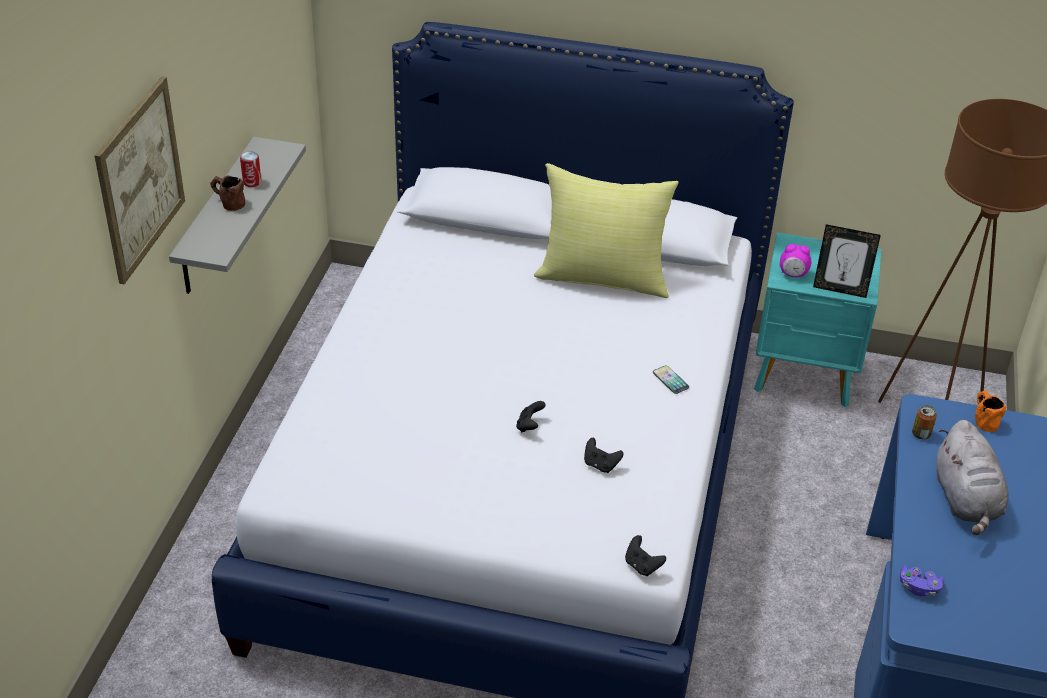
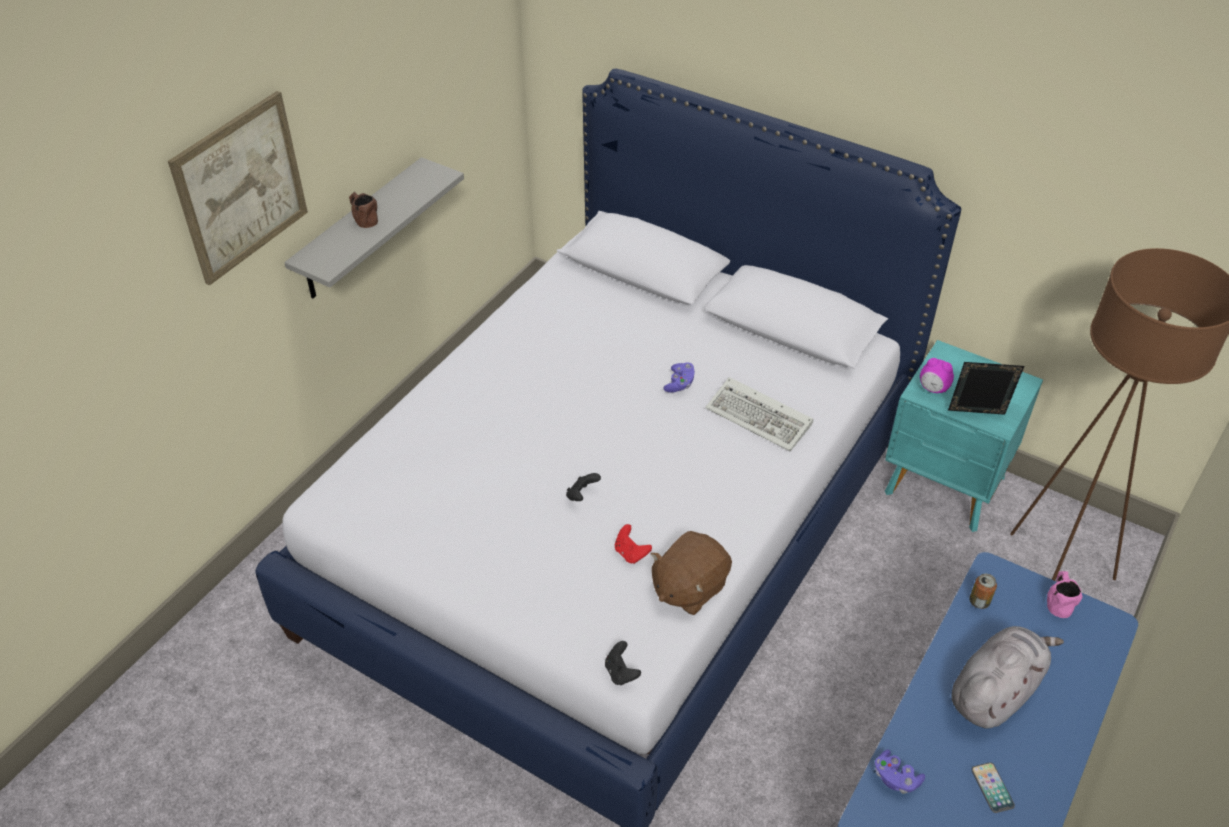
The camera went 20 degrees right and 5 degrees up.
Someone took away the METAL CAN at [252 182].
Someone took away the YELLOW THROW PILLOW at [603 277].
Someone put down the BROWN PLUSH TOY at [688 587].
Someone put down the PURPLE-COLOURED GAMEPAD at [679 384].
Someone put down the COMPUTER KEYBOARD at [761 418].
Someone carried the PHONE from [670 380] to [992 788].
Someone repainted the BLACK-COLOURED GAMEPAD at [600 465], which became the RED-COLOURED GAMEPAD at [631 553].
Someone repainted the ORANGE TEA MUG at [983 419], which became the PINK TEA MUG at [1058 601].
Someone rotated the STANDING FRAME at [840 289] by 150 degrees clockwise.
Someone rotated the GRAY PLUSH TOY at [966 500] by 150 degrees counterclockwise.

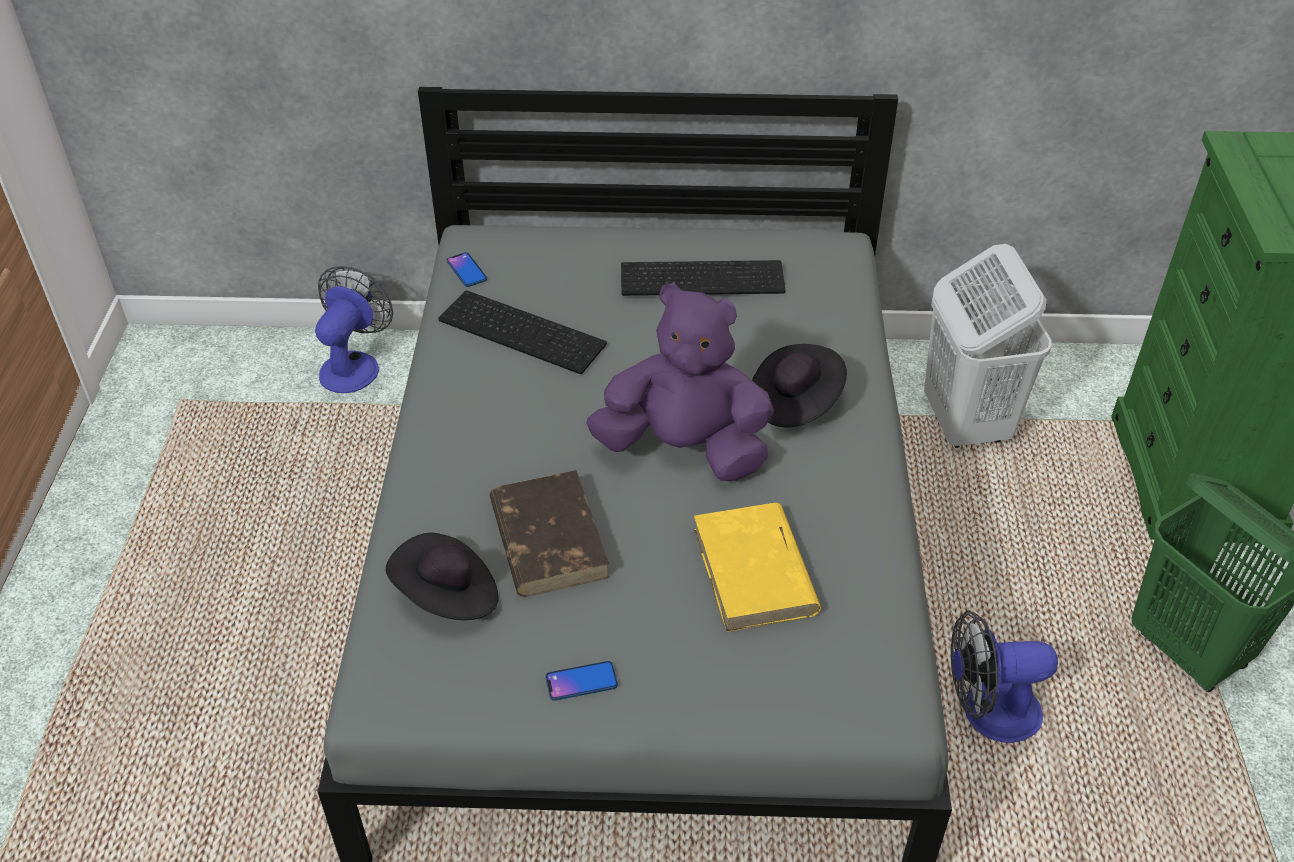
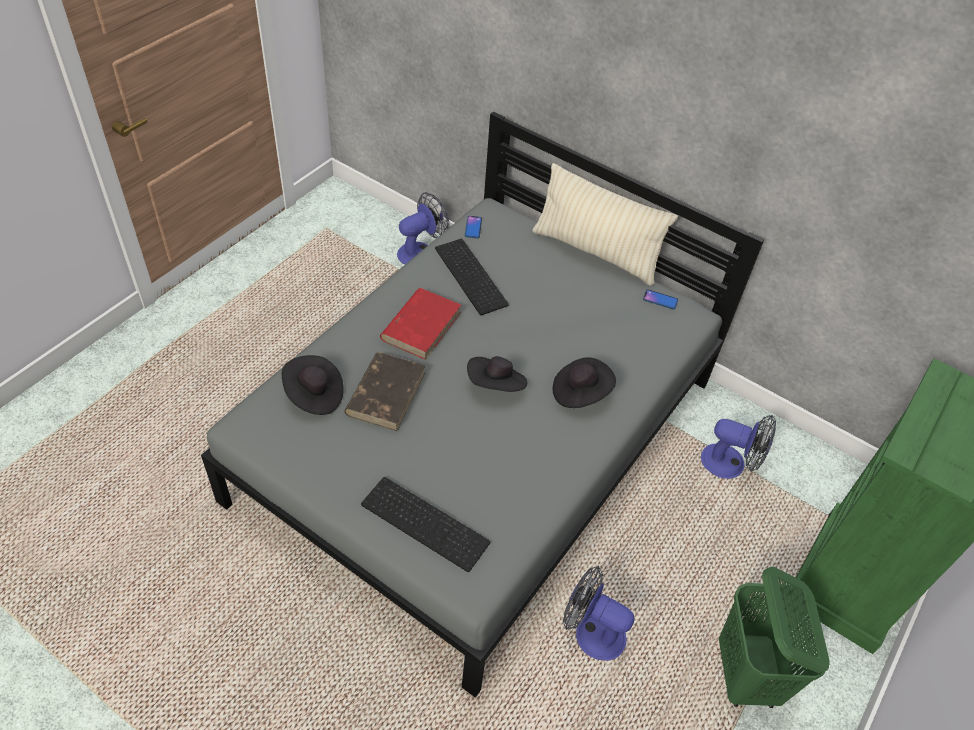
The camera went 30 degrees right and 5 degrees up.
Someone took away the YELLOW VOLUME at [755 572].
Someone put down the RED-COLOURED VOLUME at [421 325].
Someone put down the BEIGE THROW PILLOW at [595 252].
Someone carried the PHONE from [581 681] to [660 300].
Someone carried the COMPUTER KEYBOARD from [703 277] to [427 522].
Someone swapped the PURPLE-COLOURED PLUSH TOY at [684 449] for the BLACK-COLOURED HAT at [496 385].
Someone swapped the WHITE WASHING BASKET at [965 423] for the COOLING FAN at [730 464].

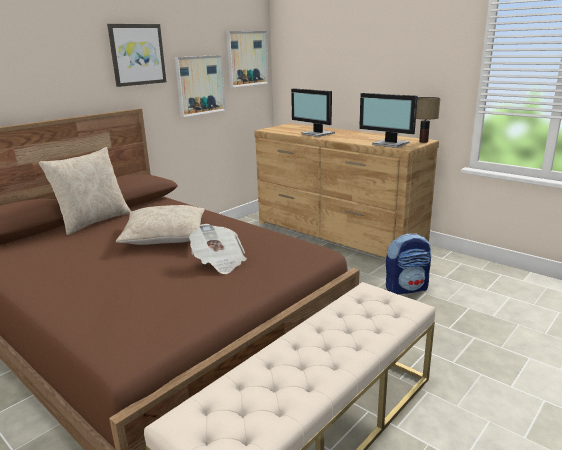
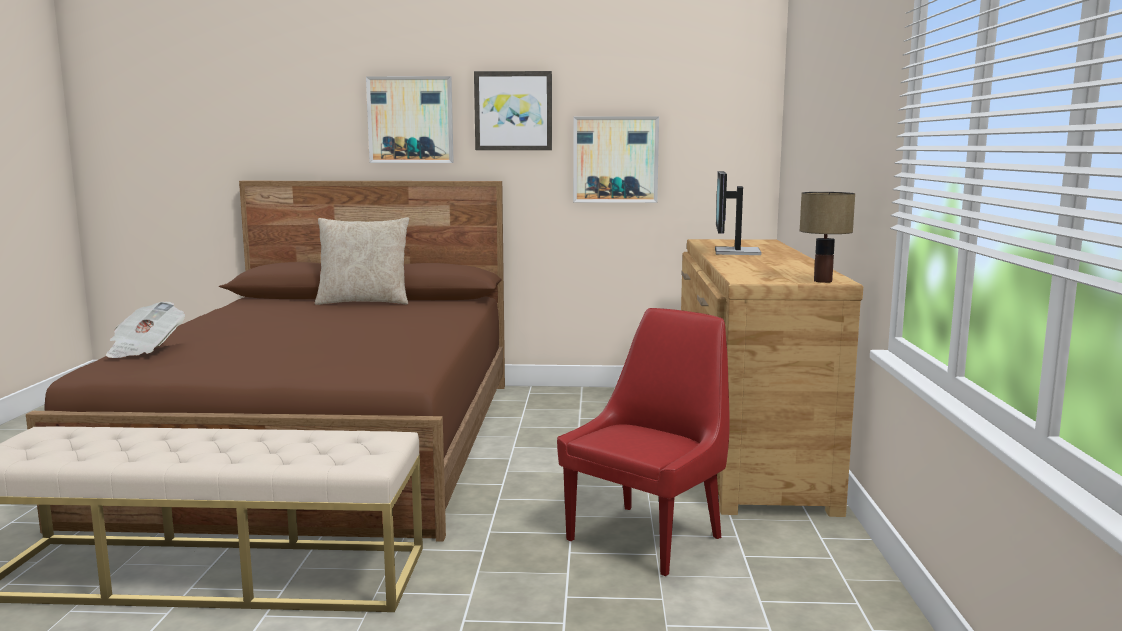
The camera went 50 degrees right and 10 degrees down.
Someone took away the BEIGE THROW PILLOW at [165 235].
Someone took away the COMPUTER DISPLAY at [390 144].
Someone carried the DAILY PAPER from [219 262] to [145 350].
Someone carried the WALL ART from [247 58] to [410 120].
Someone swapped the KNAPSACK at [406 288] for the RED-COLOURED UPRIGHT CHAIR at [648 537].

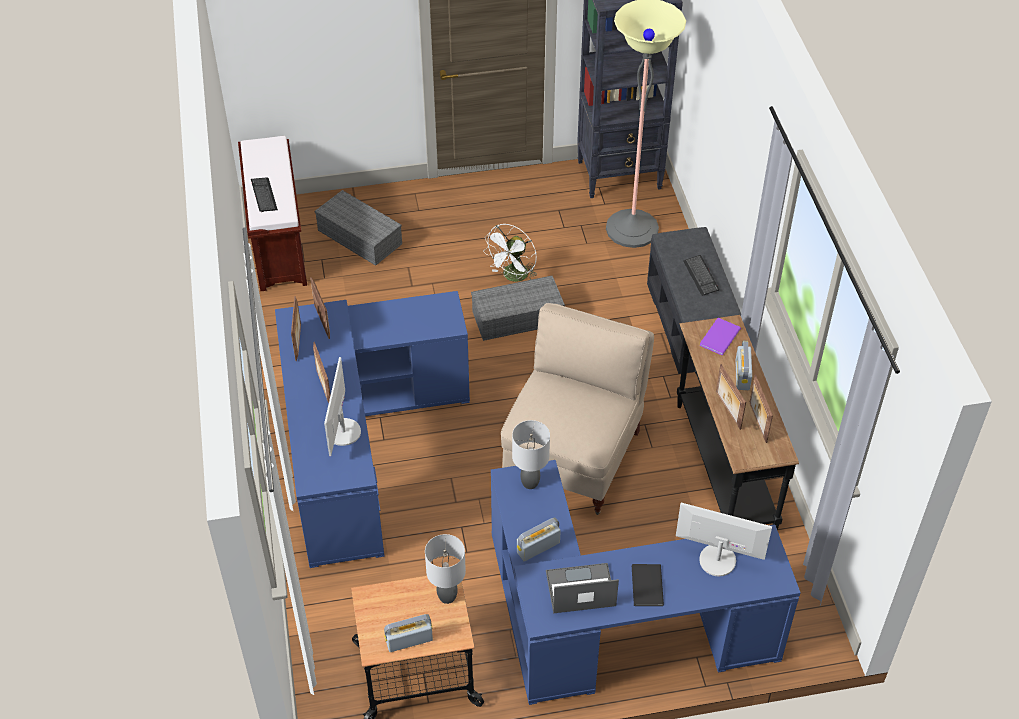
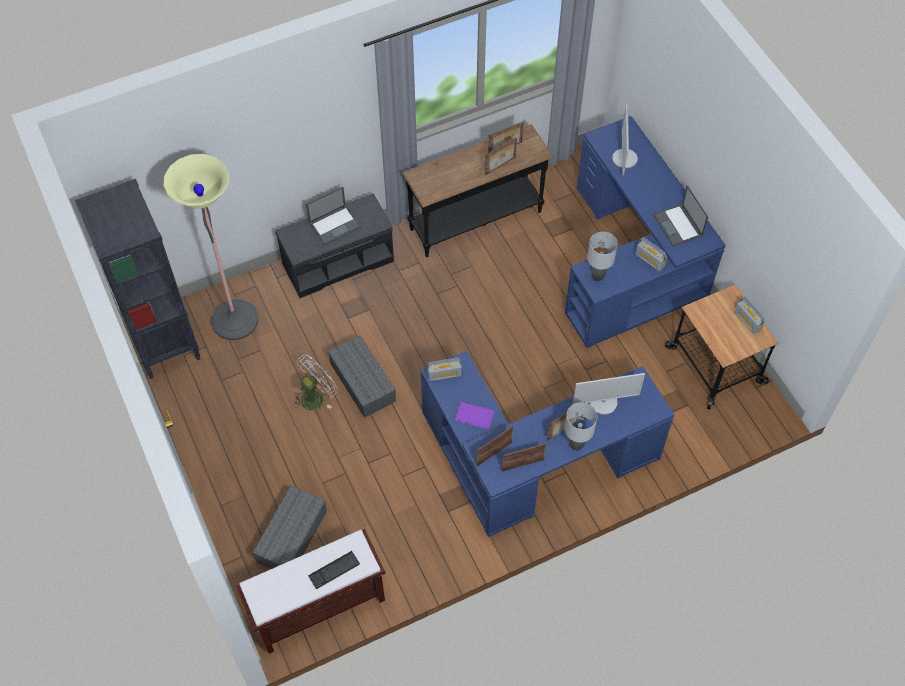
The camera went 105 degrees left and 10 degrees up.
Someone took away the BEIGE UPRIGHT CHAIR at [574 456].
Someone took away the BLACK-COLOURED VOLUME at [646 587].
Someone carried the GRAY TABLETOP LAMP from [447 597] to [576 444].
Someone carried the PURPLE-COLOURED VOLUME from [718 337] to [475 417].
Someone carried the RADIO RECEIVER from [742 375] to [444 374].
Someone swapped the COMPUTER KEYBOARD at [701 276] for the LAPTOP at [335 224].
Someone rotated the WHITE COOLING FAN at [513 277] by 60 degrees counterclockwise.

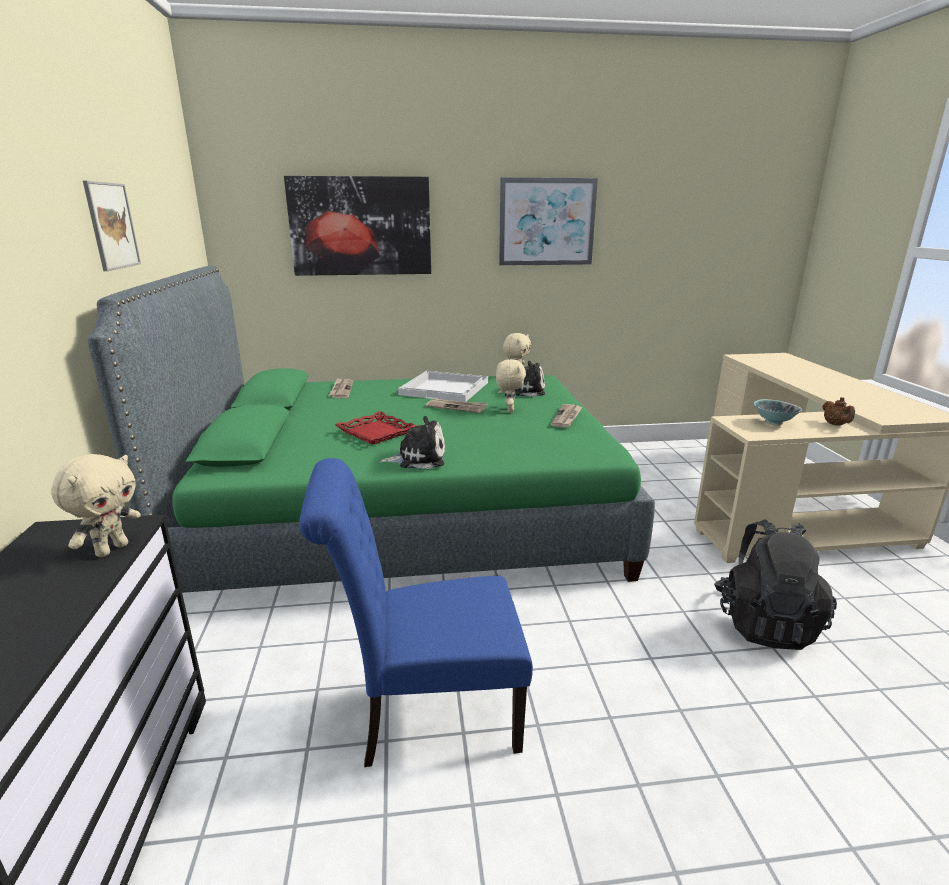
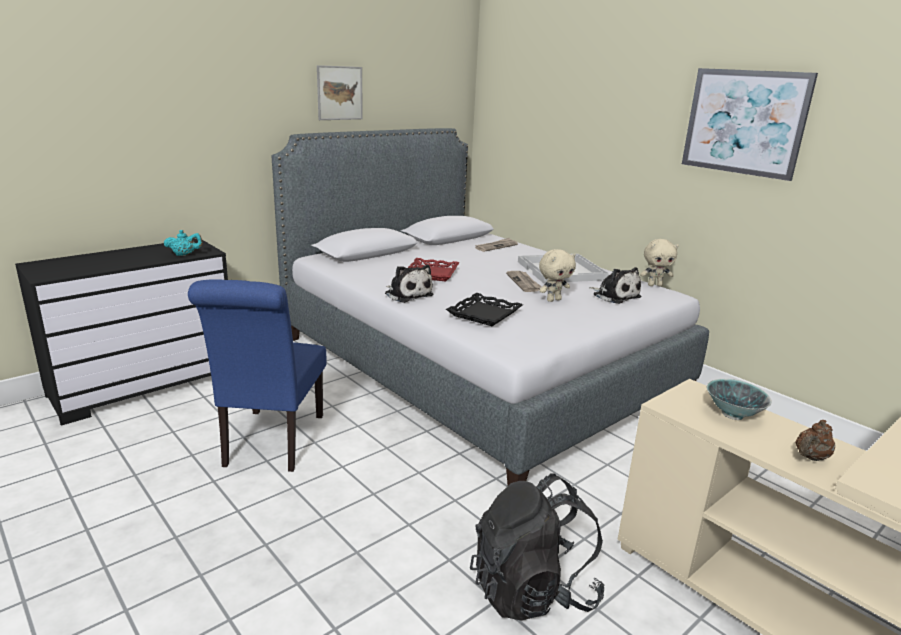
The camera went 55 degrees right and 0 degrees up.
Someone took away the WALL ART at [361 226].
Someone took away the DAILY PAPER at [567 417].
Someone put down the BLACK-COLOURED CARRYING TRAY at [485 314].
Someone swapped the BEIGE PLUSH TOY at [111 549] for the TURQUOISE POT FOR TEA at [184 255].
Someone repainted the GREEN BED at [407 517], which became the GRAY BED at [474 365].
Someone rotated the BLUE UPRIGHT CHAIR at [427 716] by 135 degrees counterclockwise.

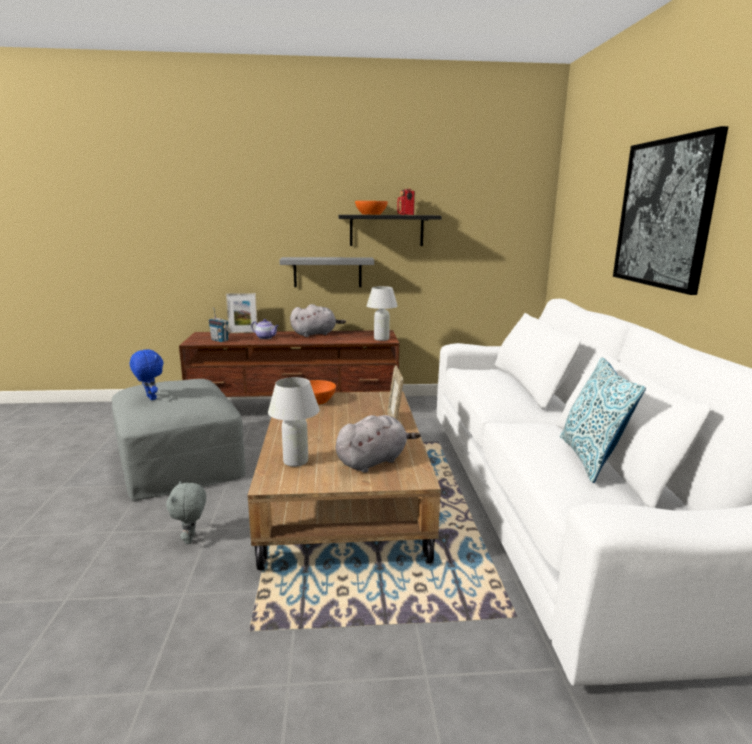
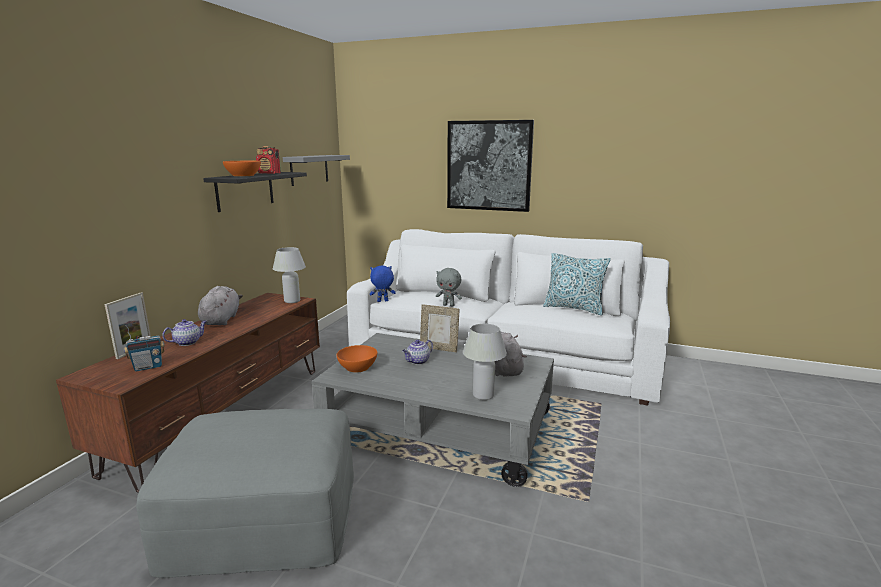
The camera went 65 degrees left and 0 degrees up.
Someone put down the POT FOR TEA at [417 361].
Someone carried the BLUE PLUSH TOY from [150 398] to [382 301].
Someone carried the GRAY PLUSH TOY from [191 539] to [449 305].
Someone carried the GRAY WALL SHELF from [327 272] to [309 169].
Someone repainted the BROWN LOUNGE TABLE at [344 498], which became the GRAY LOUNGE TABLE at [439 426].

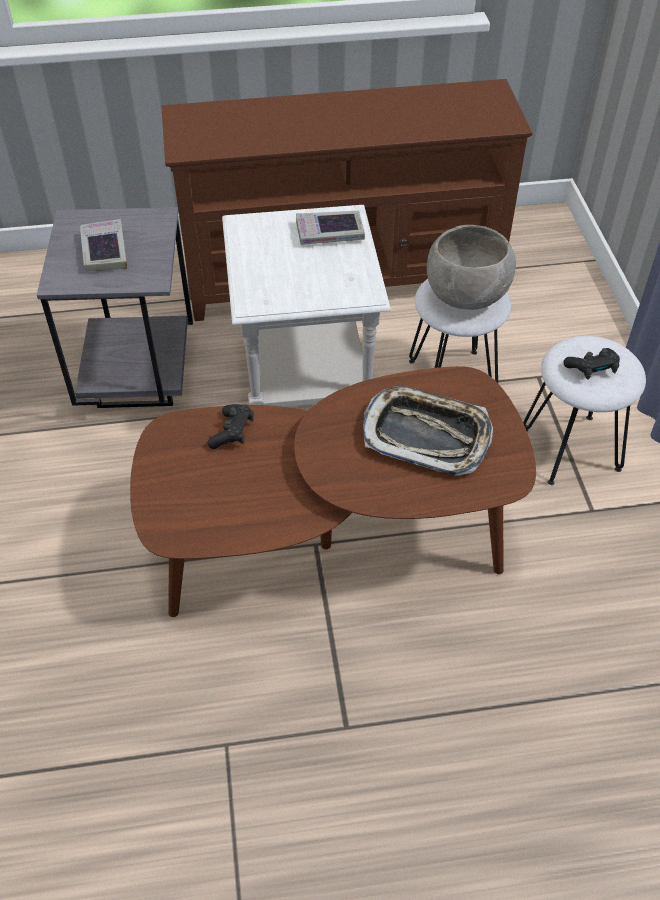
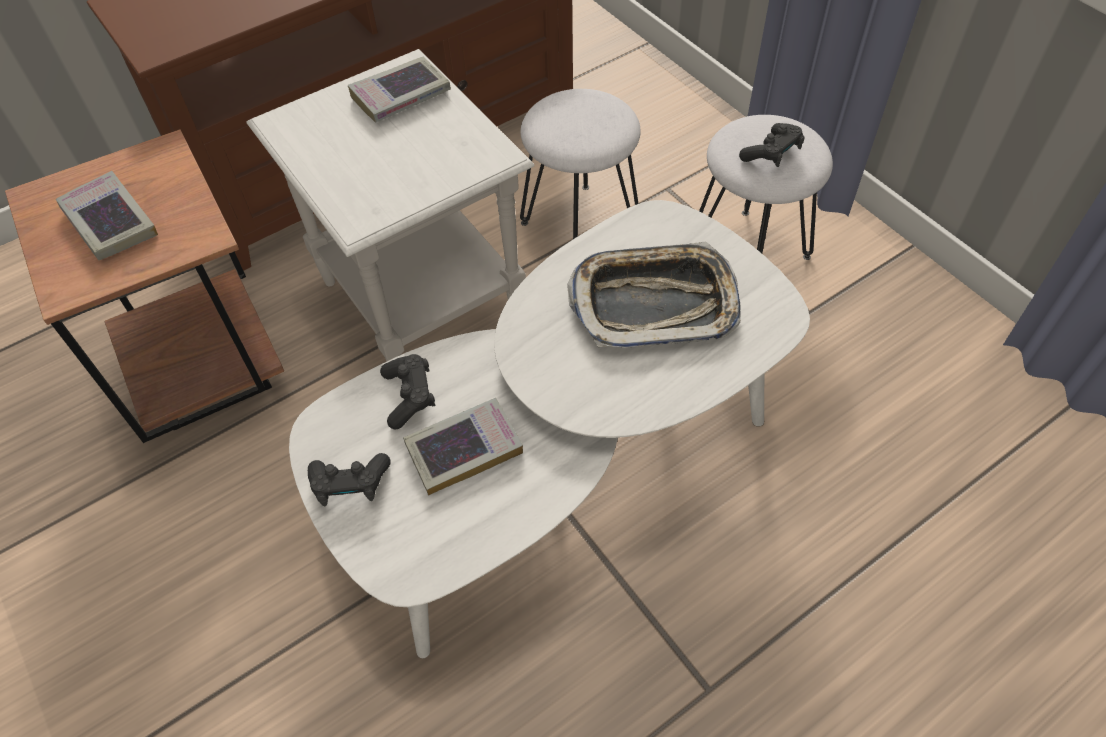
The camera went 25 degrees left and 5 degrees up.
Someone took away the GRAY SERVING BOWL at [466 296].
Someone put down the BLACK-COLOURED GAMEPAD at [350 485].
Someone put down the VOLUME at [464 449].
Someone repainted the GRAY ACCENT TABLE at [140 380], which became the BROWN ACCENT TABLE at [212 372].
Someone repainted the BROWN LOUNGE TABLE at [330 541], which became the WHITE LOUNGE TABLE at [558 471].

